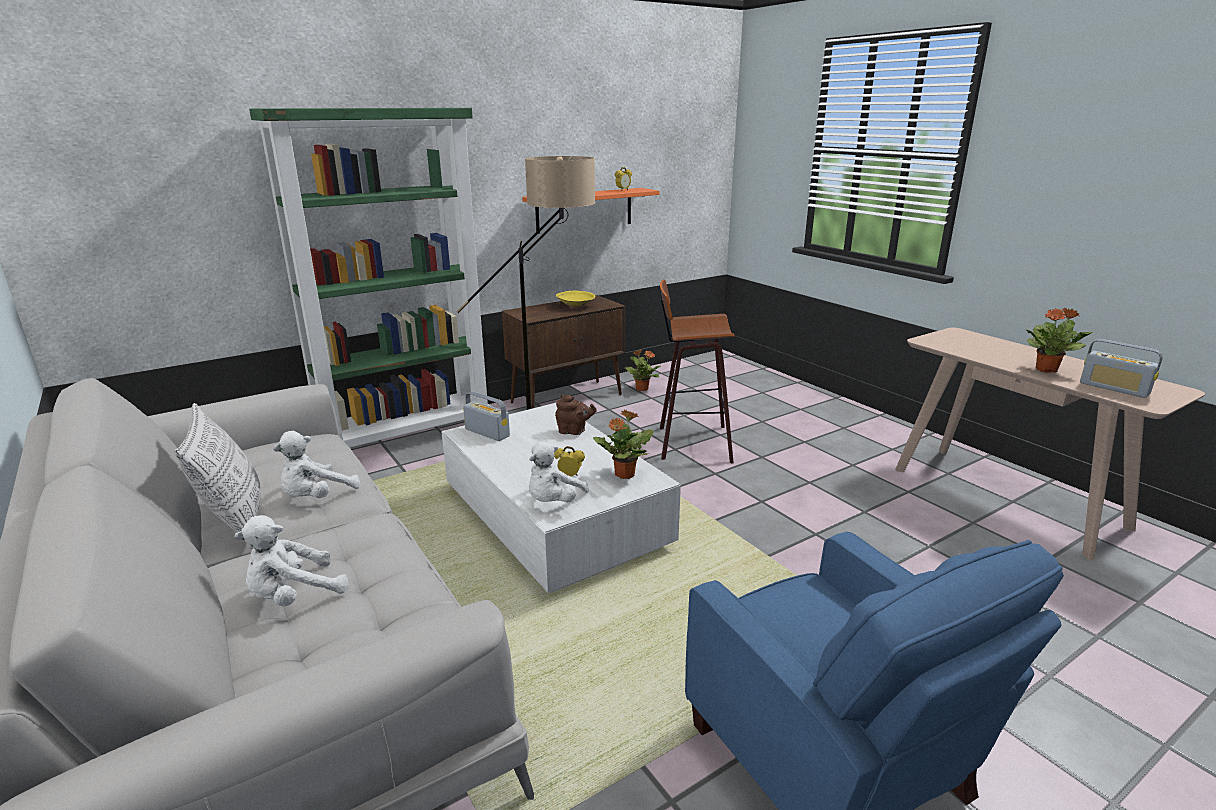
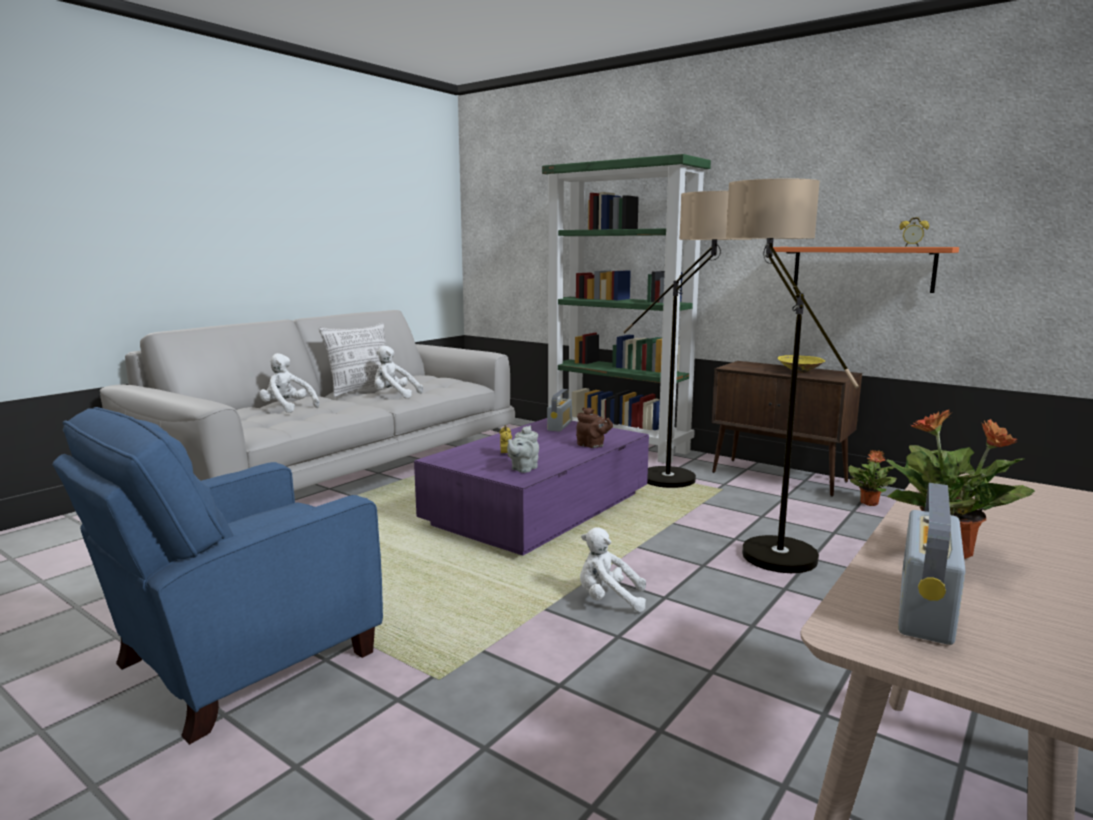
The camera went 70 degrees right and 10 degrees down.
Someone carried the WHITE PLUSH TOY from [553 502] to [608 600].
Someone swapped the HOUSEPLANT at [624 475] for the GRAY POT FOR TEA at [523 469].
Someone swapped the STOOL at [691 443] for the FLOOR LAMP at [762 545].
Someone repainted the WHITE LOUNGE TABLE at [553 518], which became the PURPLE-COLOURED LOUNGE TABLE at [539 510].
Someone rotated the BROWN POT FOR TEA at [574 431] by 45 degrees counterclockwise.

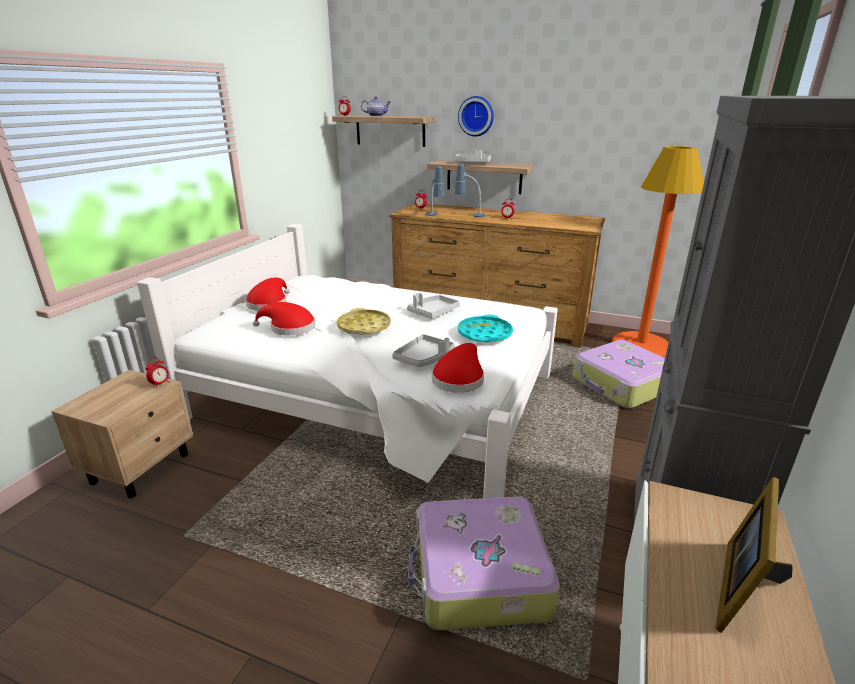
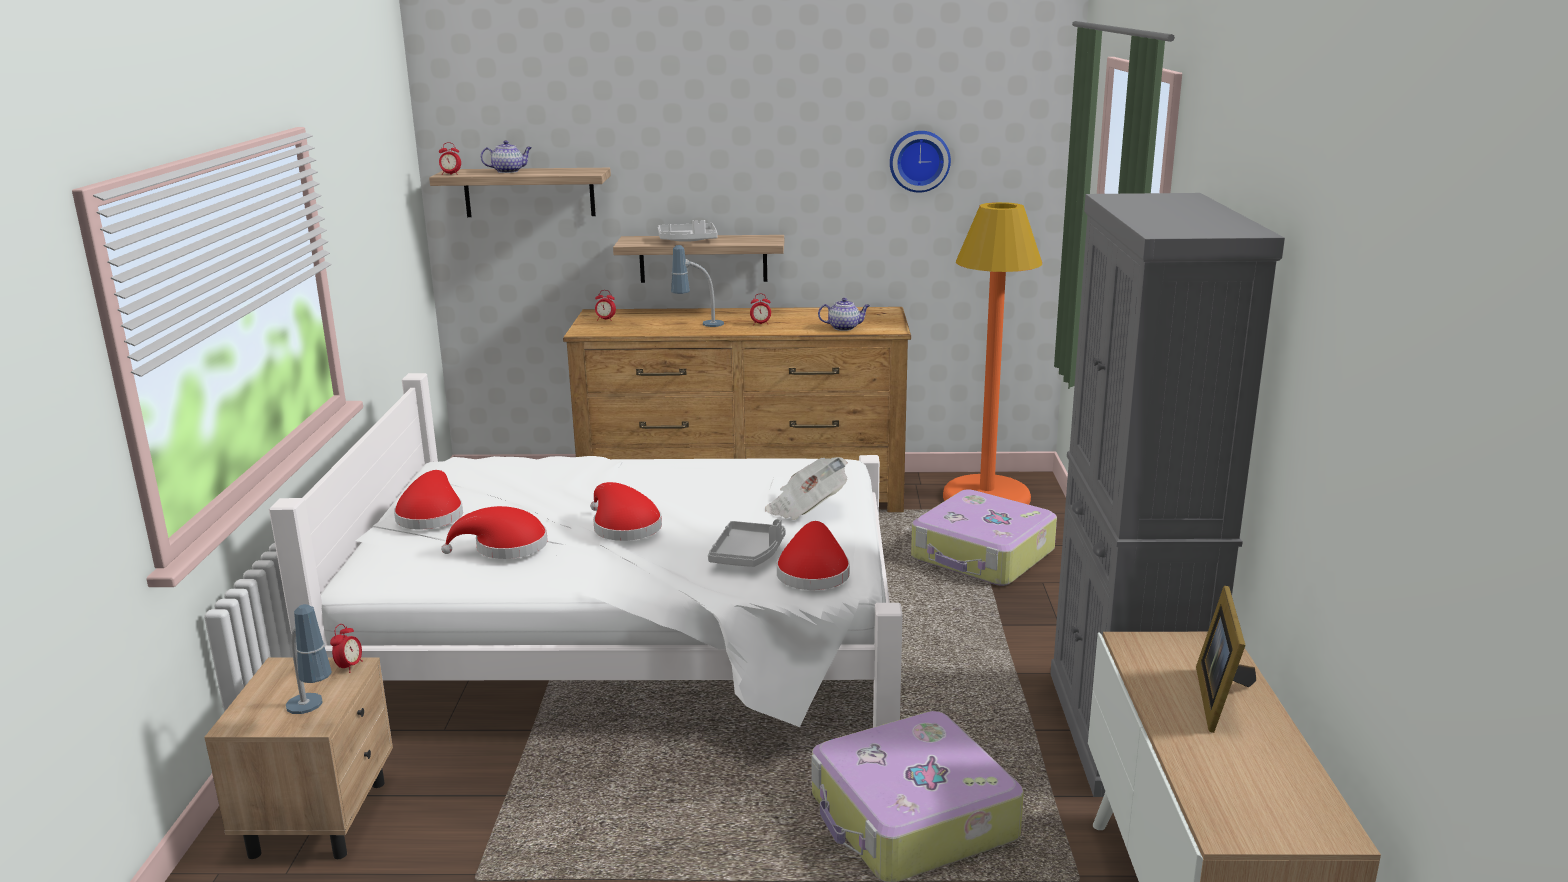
The camera went 20 degrees left and 5 degrees down.
Someone took away the GRAY CARRYING TRAY at [433 312].
Someone put down the POT FOR TEA at [844 328].
Someone carried the TABLETOP LAMP from [434 216] to [313 715].
Someone carried the CLOCK ON THE WALL from [476 116] to [919 161].
Someone swapped the YELLOW CARRYING TRAY at [364 327] for the RED-COLOURED HAT at [624 527].
Someone swapped the TURQUOISE CARRYING TRAY at [484 334] for the DAILY PAPER at [806 508].

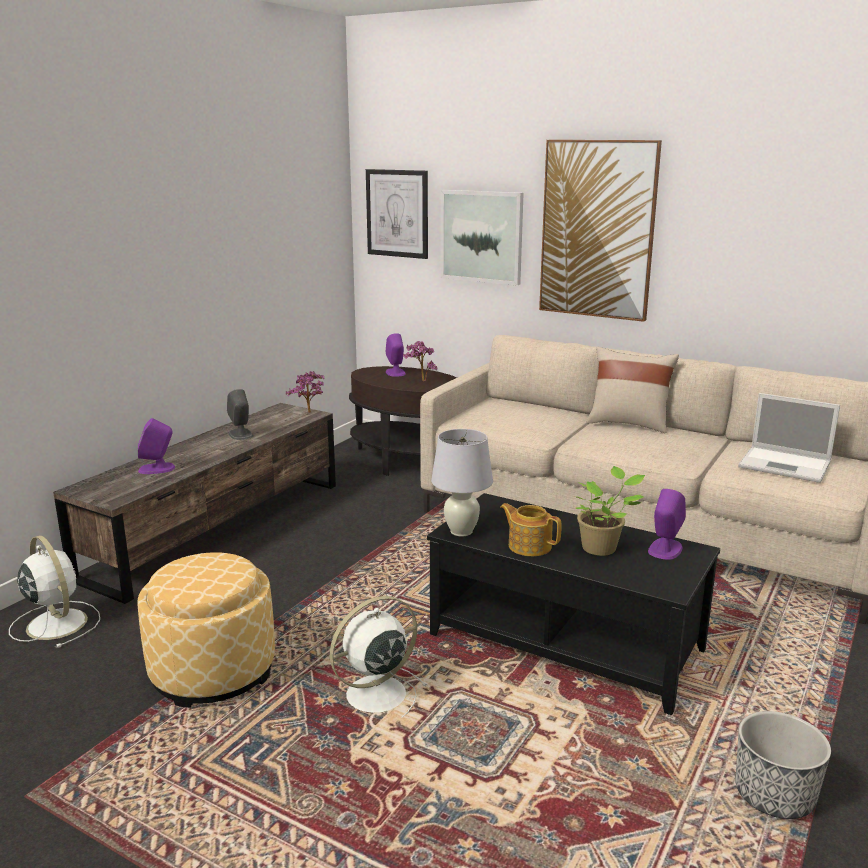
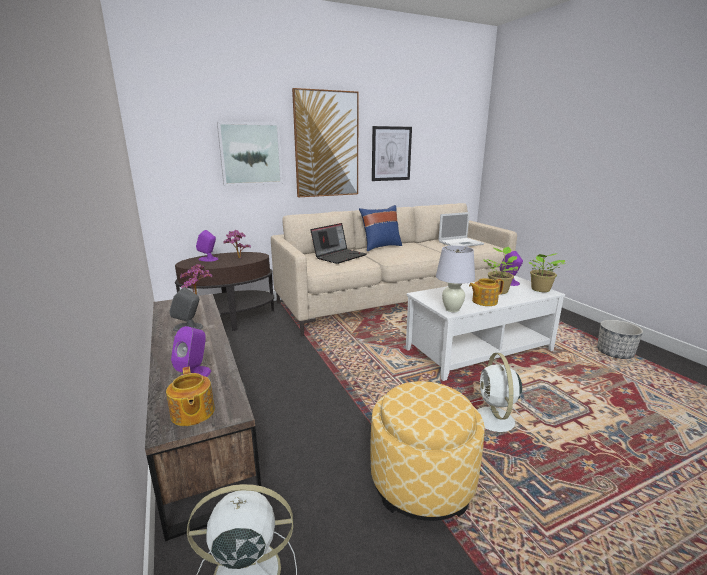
The camera went 55 degrees left and 0 degrees up.
Someone put down the POT FOR TEA at [192 413].
Someone put down the LAPTOP at [339 256].
Someone put down the HOUSEPLANT at [540 290].
Someone carried the WALL ART from [397 213] to [391 153].
Someone repainted the BLACK-COLOURED LOUNGE TABLE at [566 642], which became the WHITE LOUNGE TABLE at [478 350].
Someone repainted the BEIGE THROW PILLOW at [628 424], which became the BLUE THROW PILLOW at [380 247].

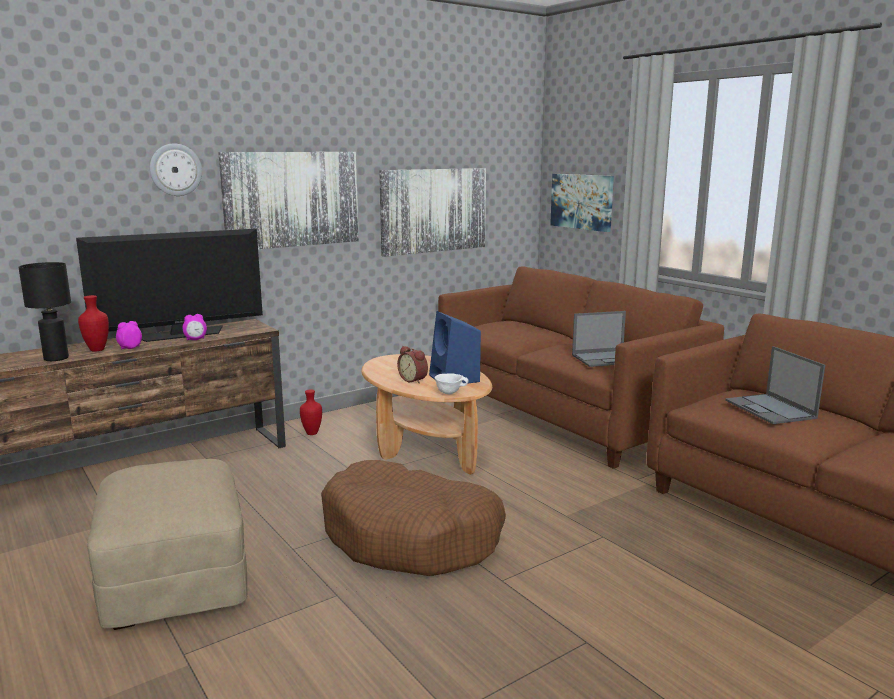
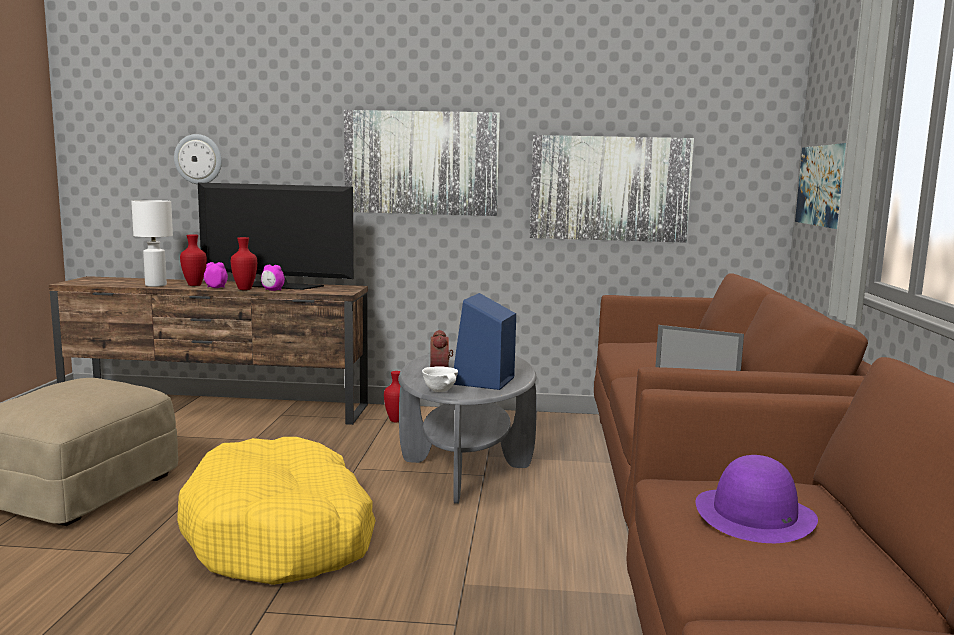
The camera went 40 degrees right and 5 degrees down.
Someone put down the RED-COLOURED DECORATIVE VASE at [245 289].
Someone carried the CLOCK ON THE WALL from [175 170] to [198 159].
Someone swapped the LAPTOP at [771 409] for the PURPLE-COLOURED HAT at [755 515].
Someone repainted the BLACK-COLOURED TABLETOP LAMP at [57 358], which became the WHITE TABLETOP LAMP at [156 285].
Someone repainted the BROWN DOG CUSHION at [412 537], which became the YELLOW DOG CUSHION at [281 535].
Someone repainted the BROWN LOUNGE TABLE at [425 447], which became the GRAY LOUNGE TABLE at [466 464].

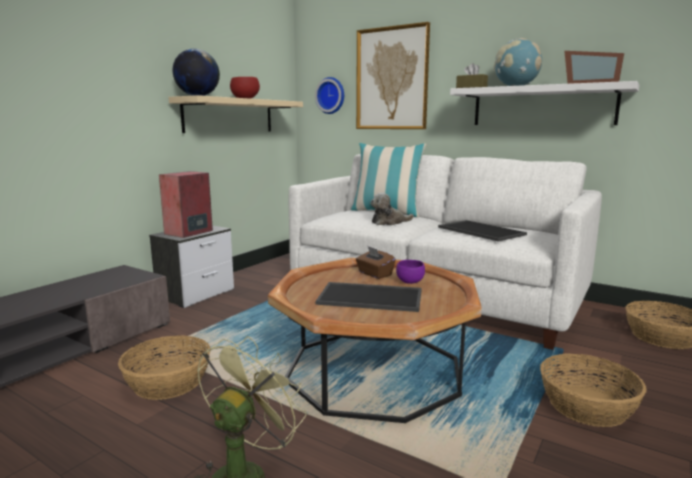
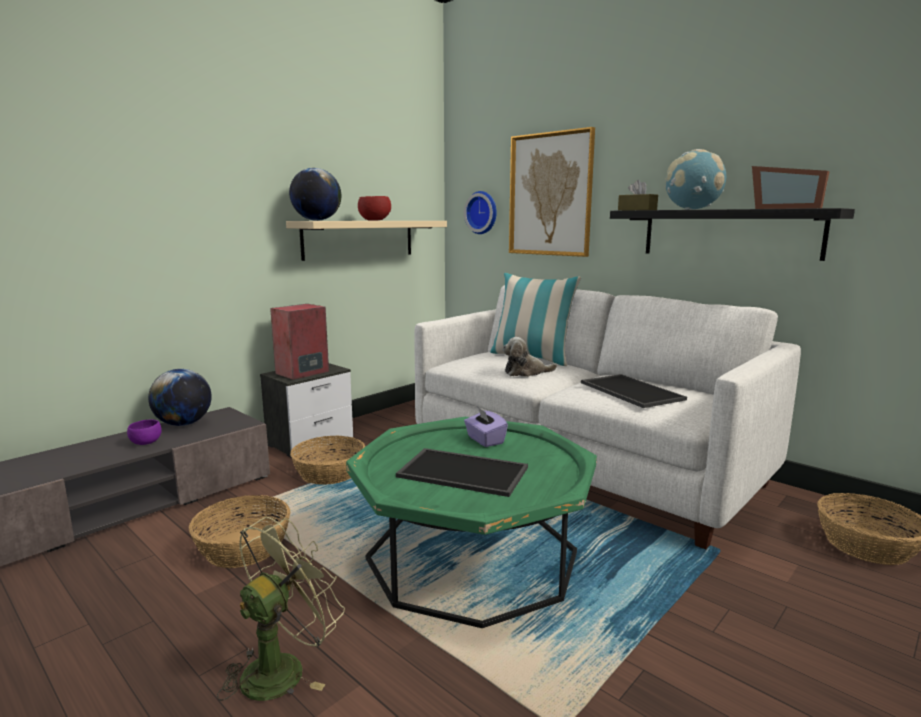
The camera went 10 degrees right and 0 degrees up.
Someone put down the DESK GLOBE at [183 424].
Someone carried the PURPLE-COLOURED SERVING BOWL from [410 282] to [145 443].
Someone carried the BASKET from [586 405] to [329 473].
Someone repainted the BROWN LOUNGE TABLE at [374 371], which became the GREEN LOUNGE TABLE at [472 557].
Someone repainted the BROWN TISSUE BOX at [374 274], which became the PURPLE-COLOURED TISSUE BOX at [485 440].
Someone repainted the WHITE WALL SHELF at [542 106], which became the BLACK-COLOURED WALL SHELF at [729 233].

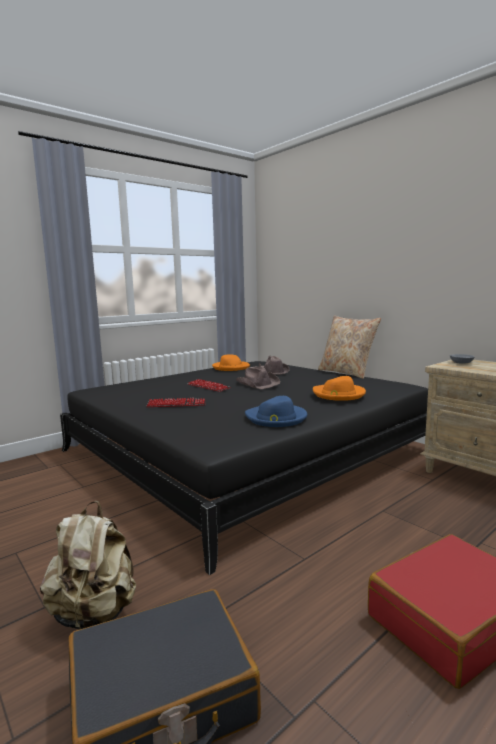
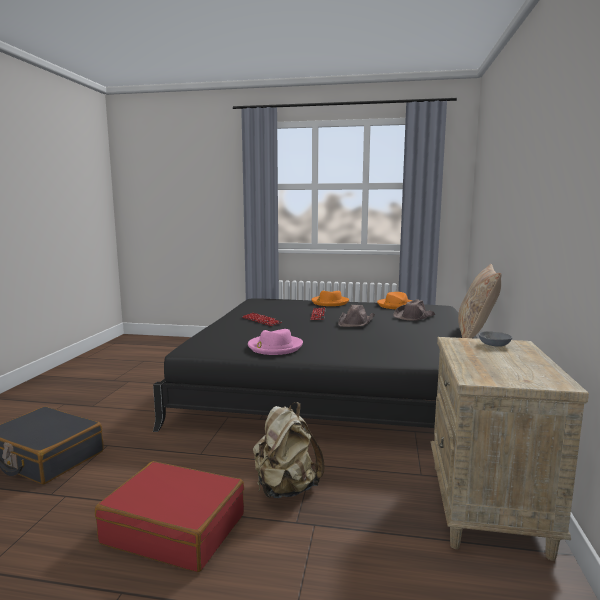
The camera went 50 degrees right and 0 degrees up.
Someone carried the BEIGE KNAPSACK from [95 615] to [285 489].
Someone carried the ORANGE HAT from [338 394] to [329 302].
Someone repainted the BLUE HAT at [276 418], which became the PINK HAT at [274 347].

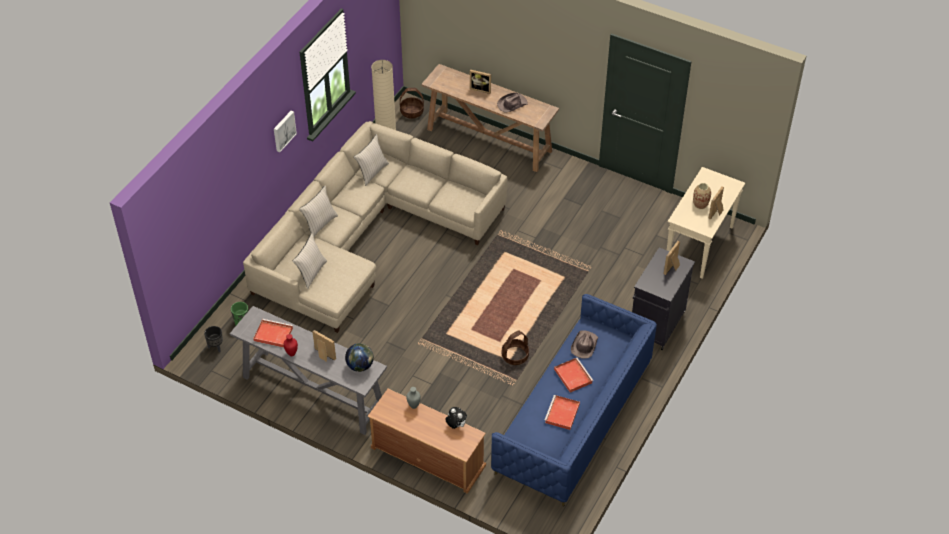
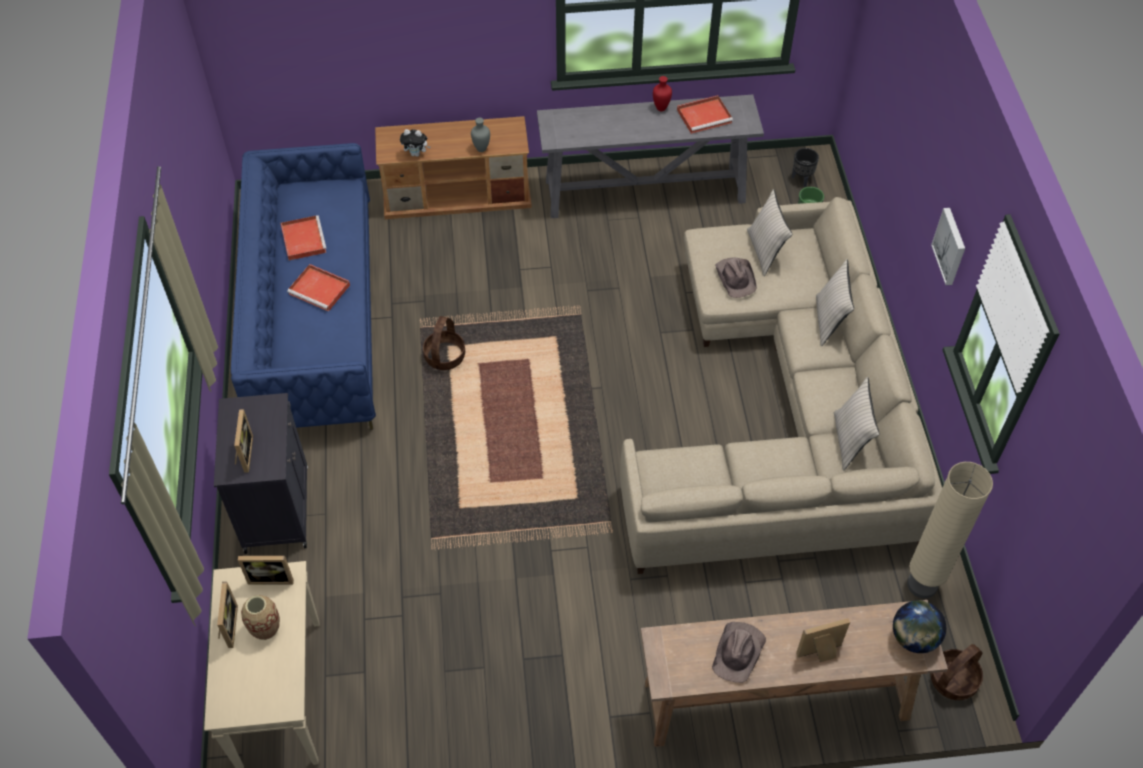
The camera went 145 degrees right and 5 degrees up.
Someone carried the STANDING FRAME from [323 355] to [271 577].
Someone carried the DESK GLOBE from [360 366] to [913 638].
Someone carried the BROWN HAT from [584 345] to [736 278].

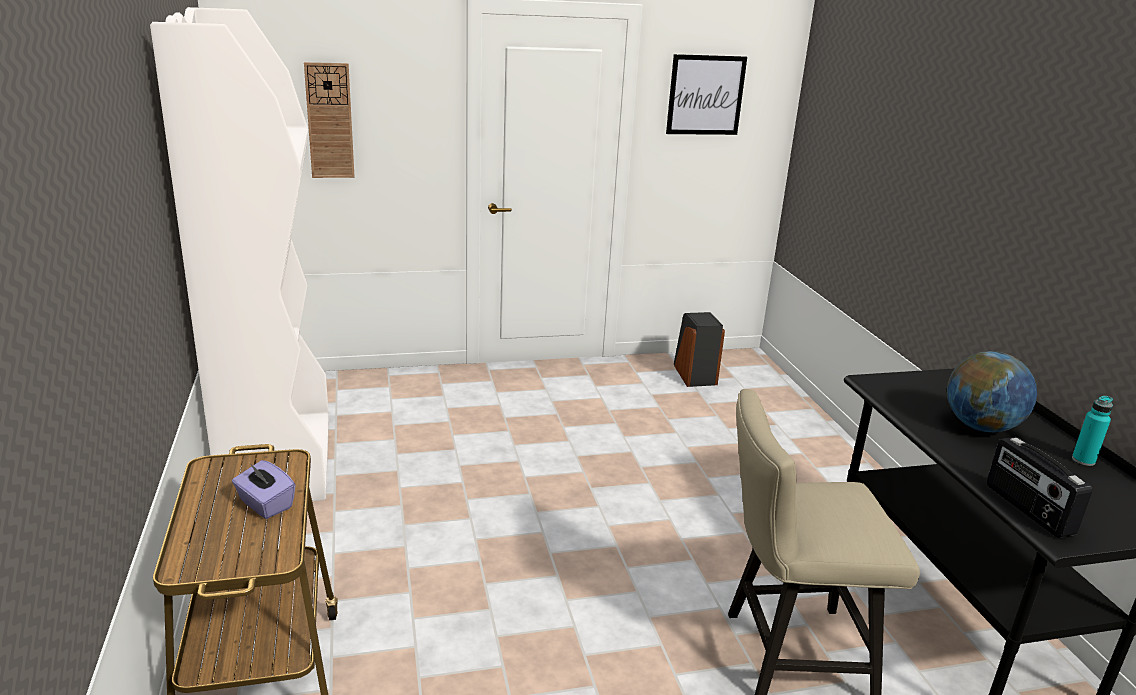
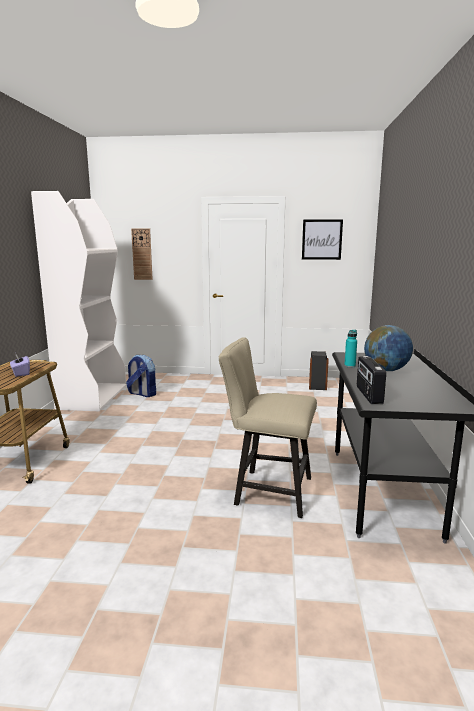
The camera went 20 degrees right and 10 degrees down.
Someone put down the KNAPSACK at [142 394].
Someone carried the TURQUOISE DRINK BOTTLE from [1083 460] to [349 366].

